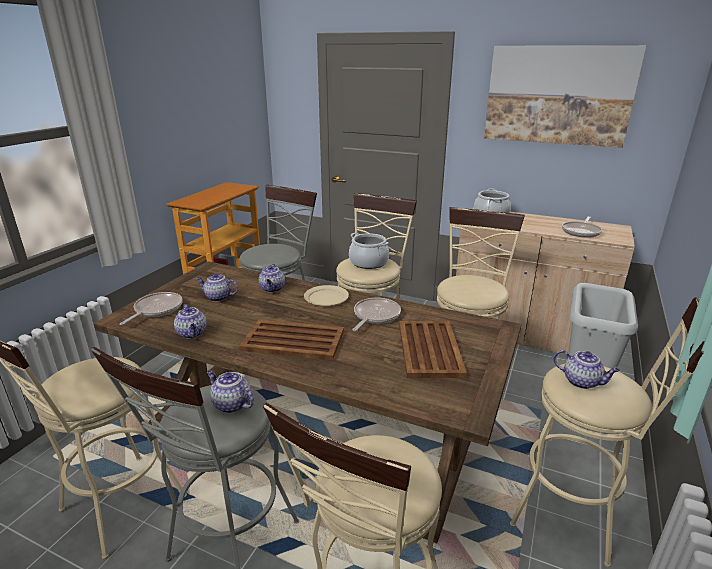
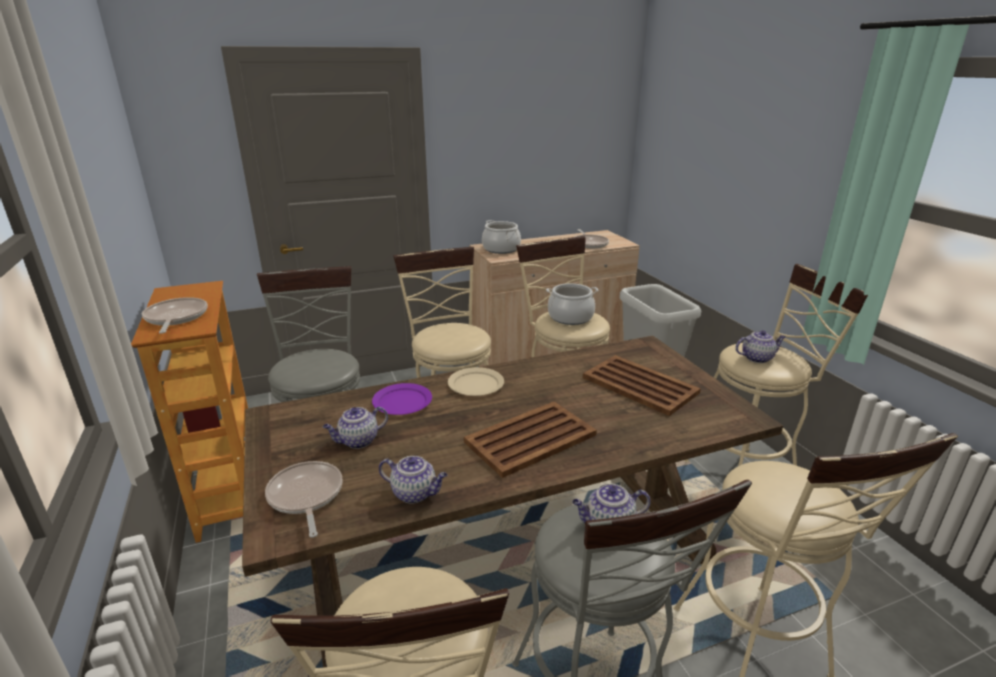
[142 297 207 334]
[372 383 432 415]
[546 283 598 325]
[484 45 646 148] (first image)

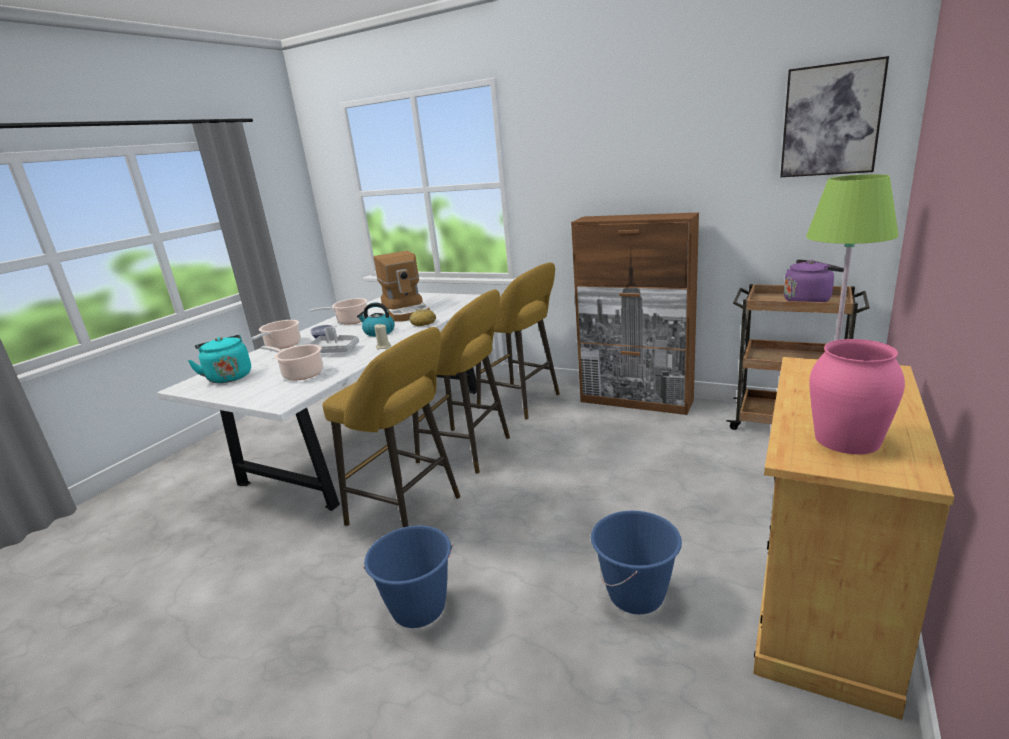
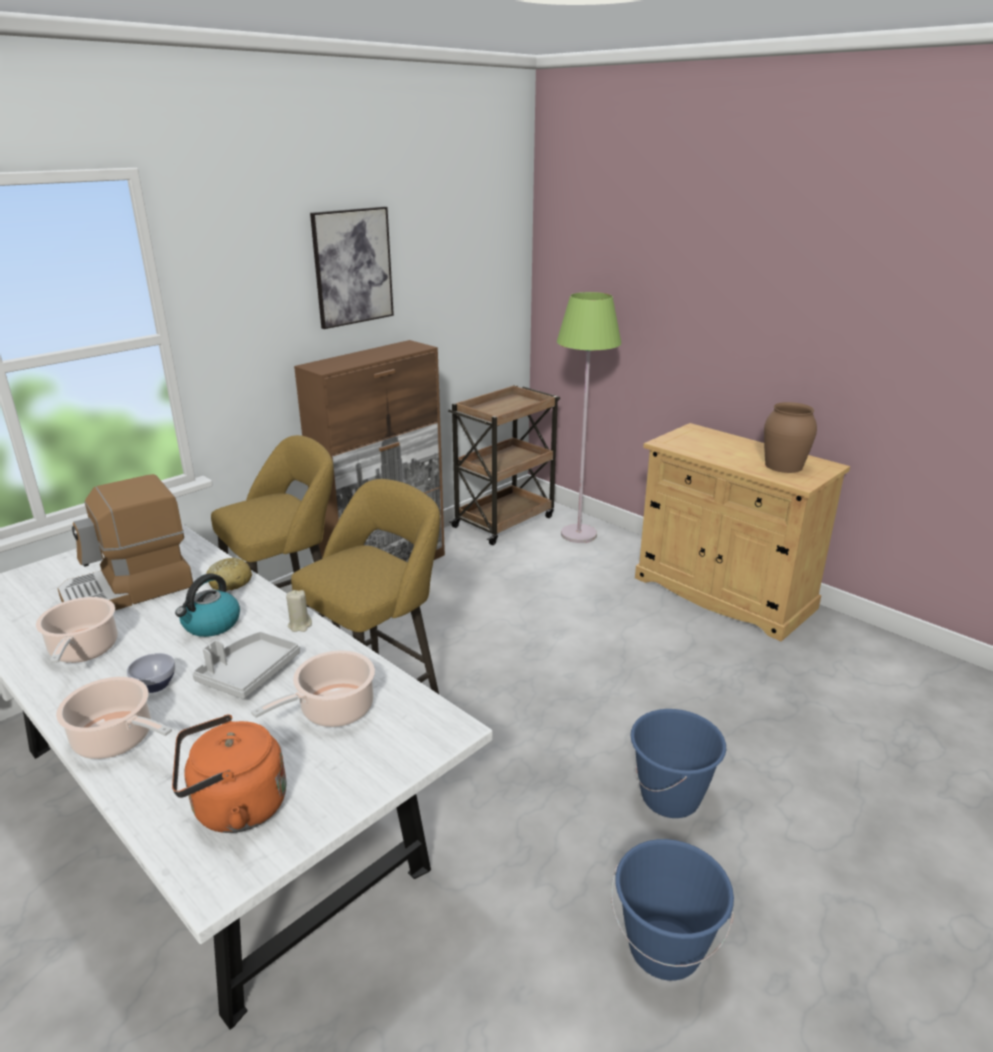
[58 474 193 610]
[172 714 286 833]
[310 207 394 329]
[611 839 734 981]
[764 402 817 473]
[323 327 460 527] (first image)
[784 259 844 302] (first image)

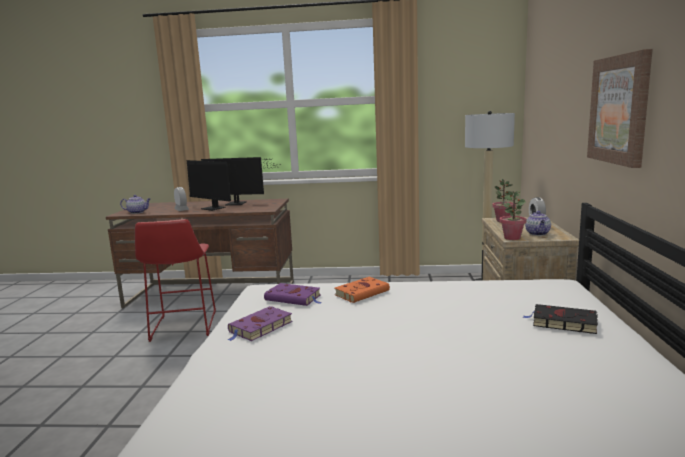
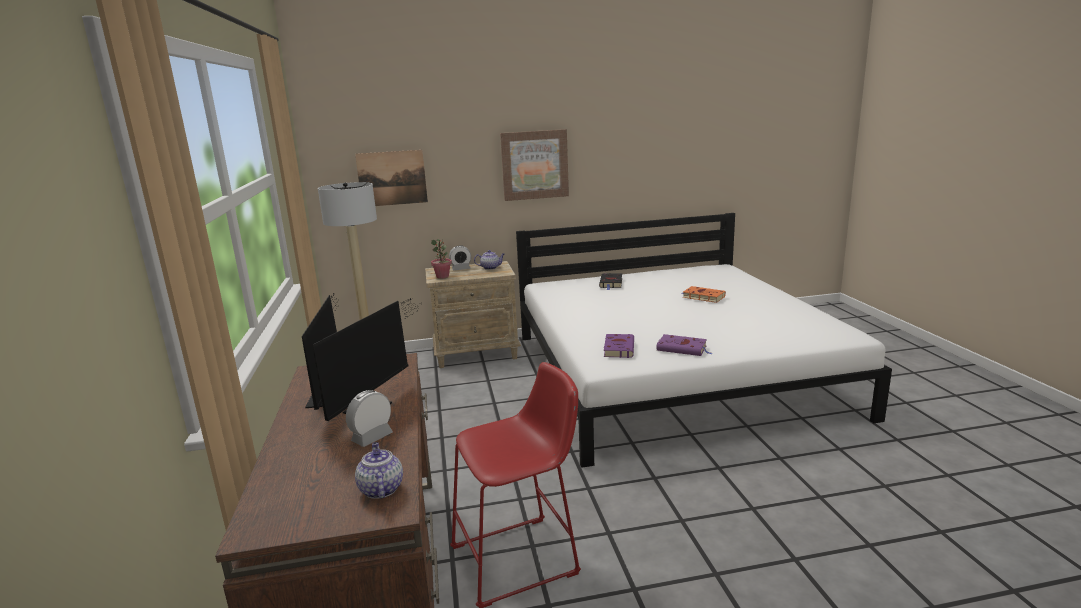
[355 150 428 206]
[681 286 726 303]
[500 191 526 240] (first image)

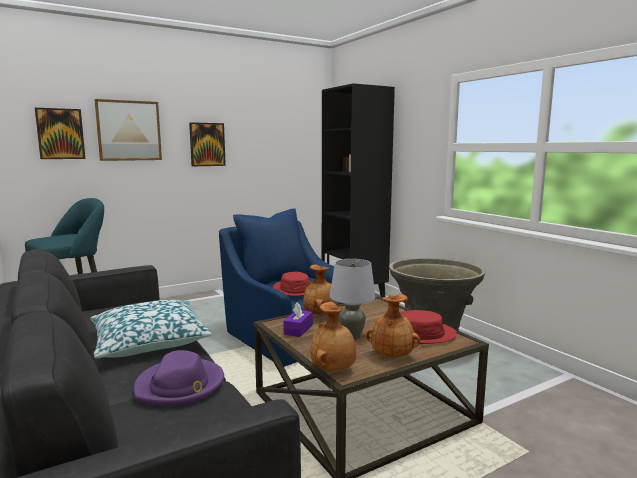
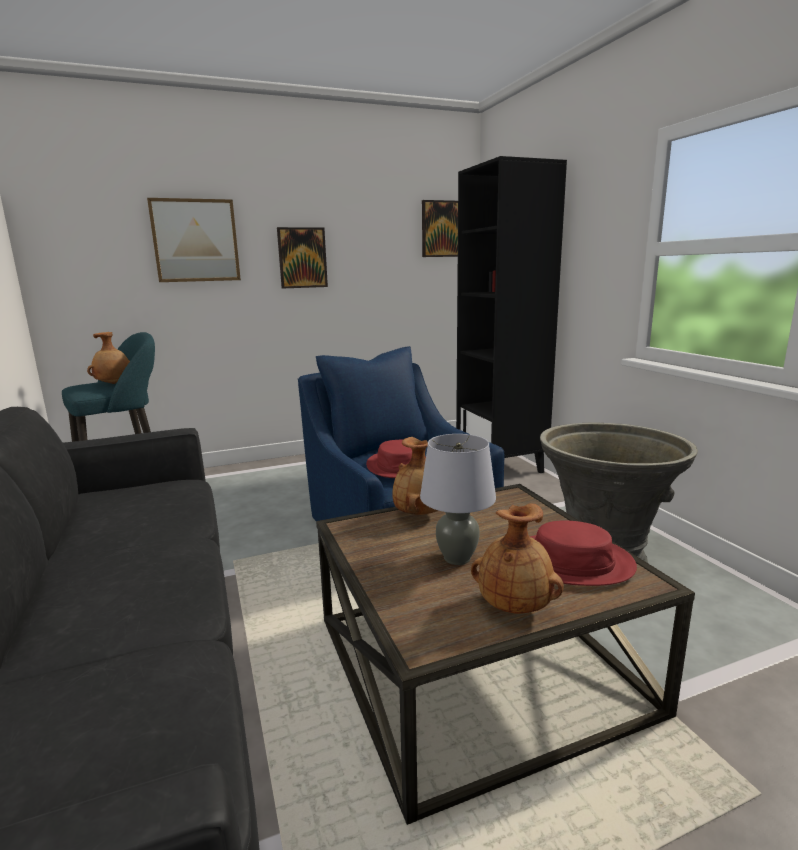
[87 332 130 384]
[422 200 458 257]
[91 300 212 358] (first image)
[134 350 224 407] (first image)
[283 302 313 337] (first image)

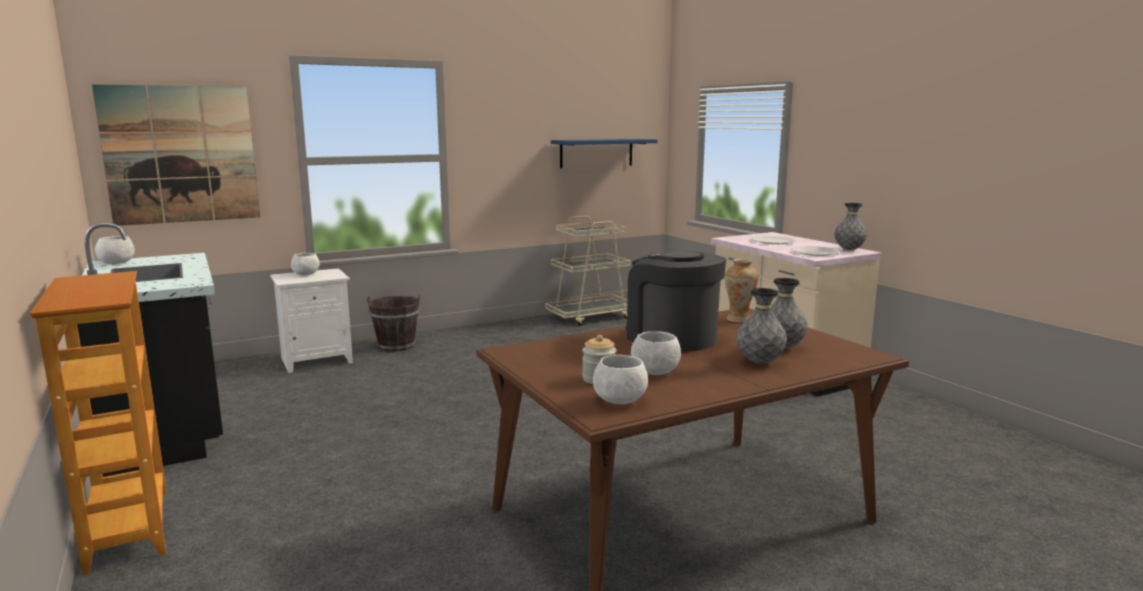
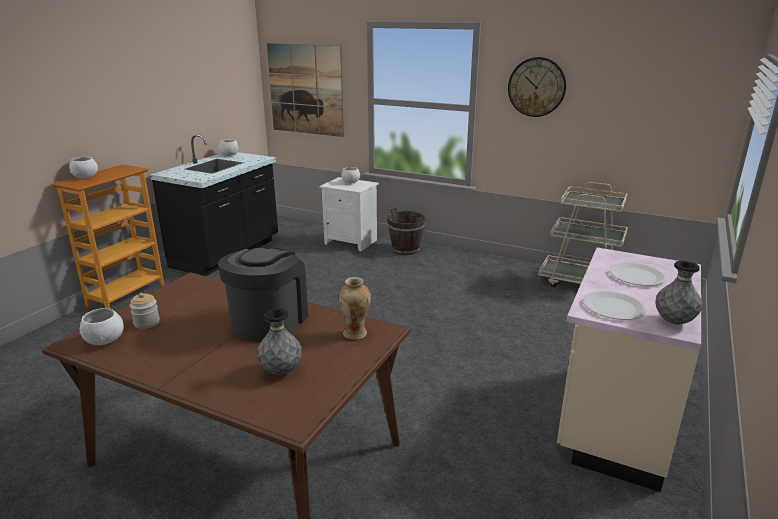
[69 157 98 179]
[508 57 566 117]
[551 139 658 168] (first image)
[736 288 787 364] (first image)

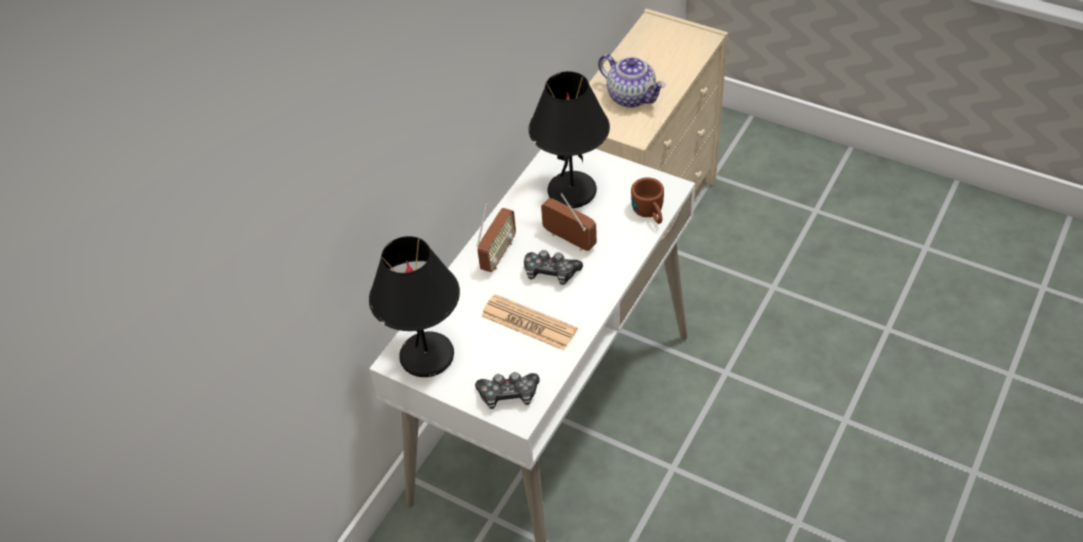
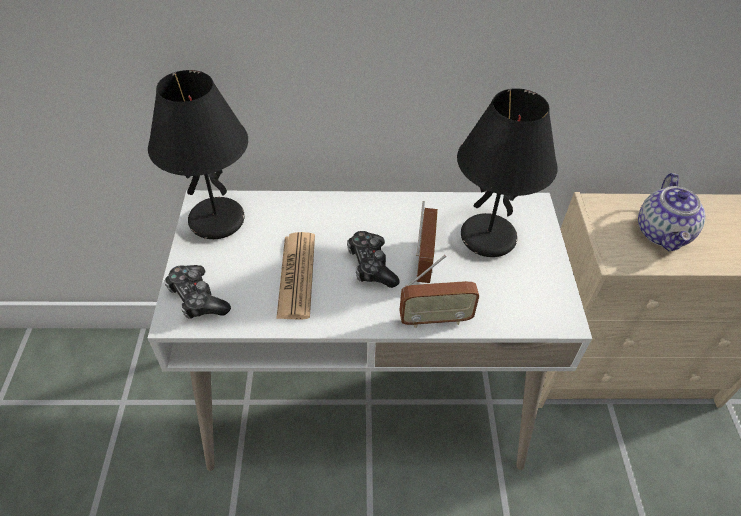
[399 254 479 328]
[631 177 664 224] (first image)

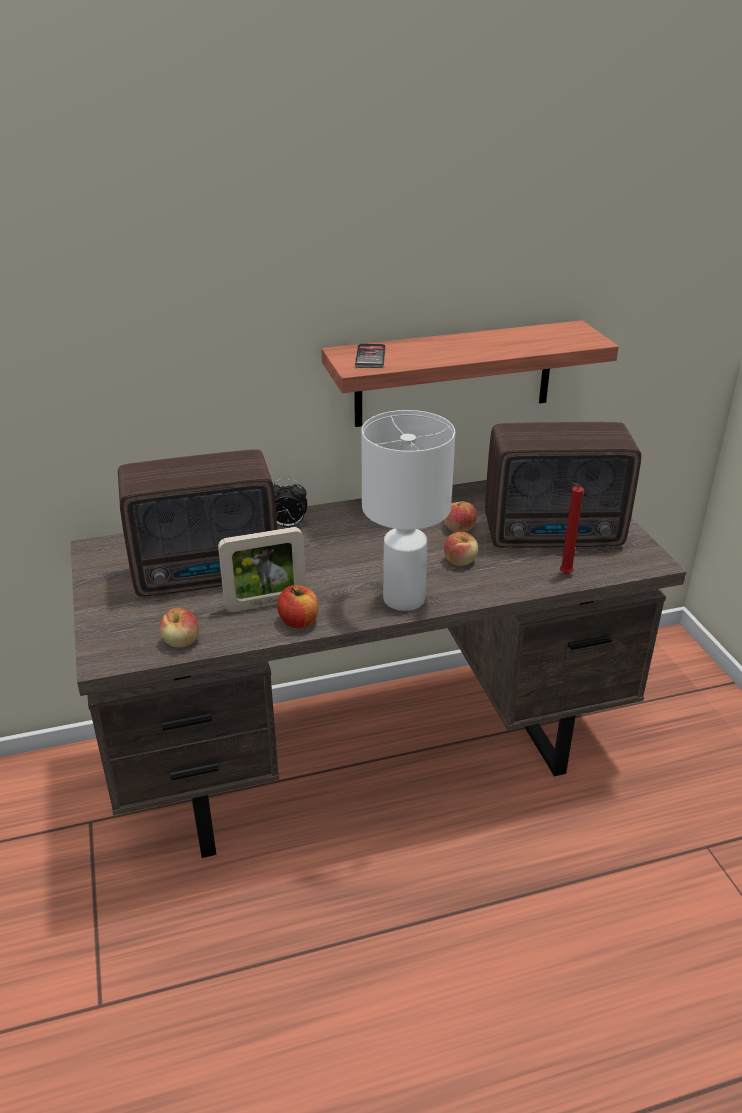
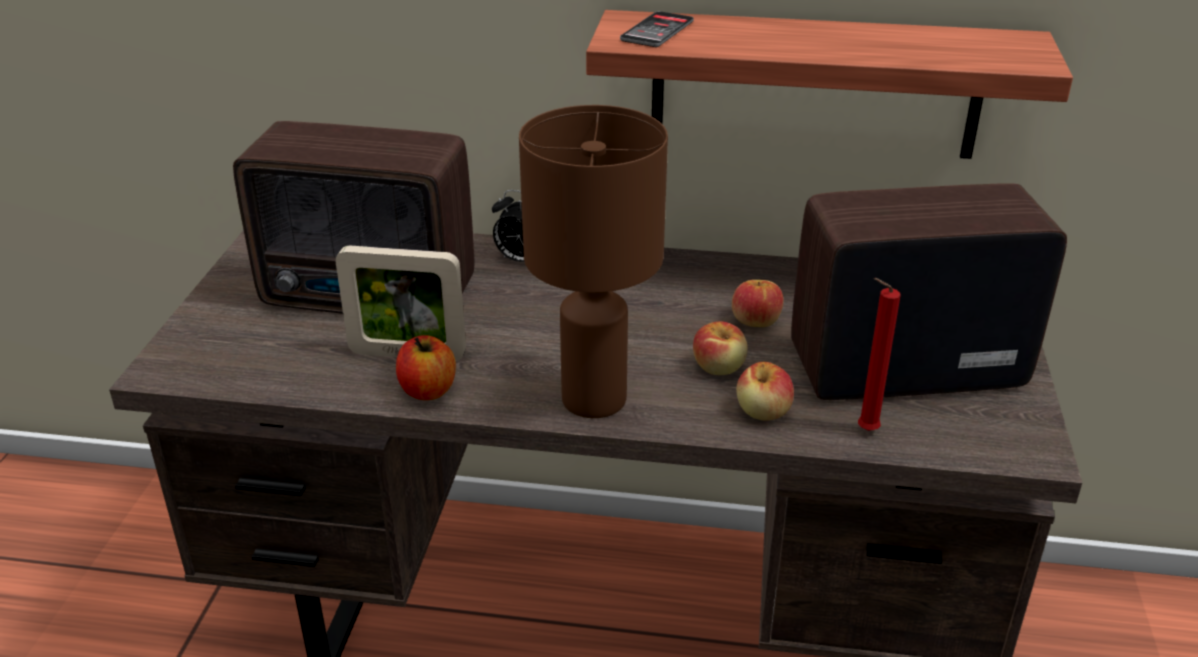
[519 105 668 418]
[736 362 794 421]
[791 183 1067 400]

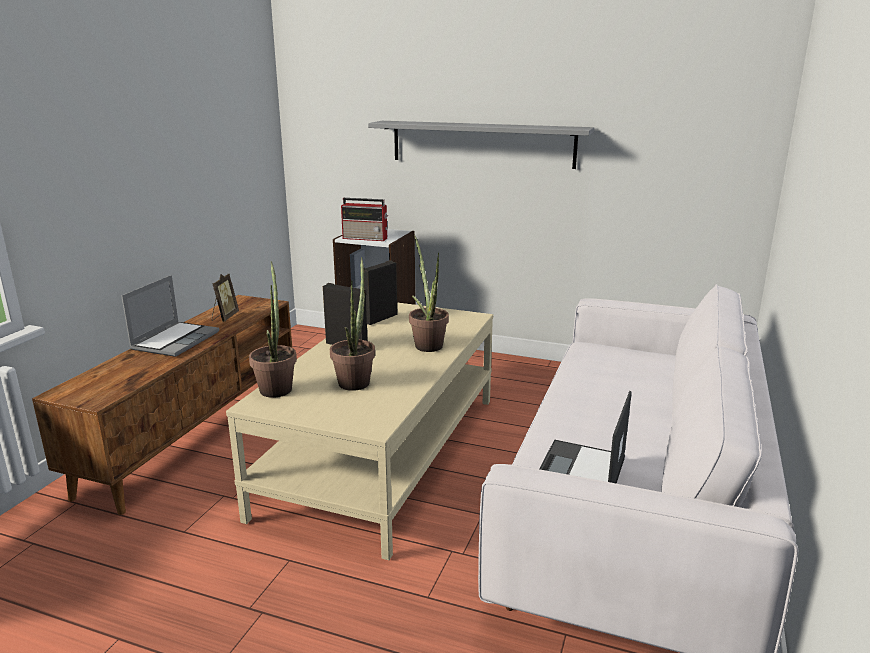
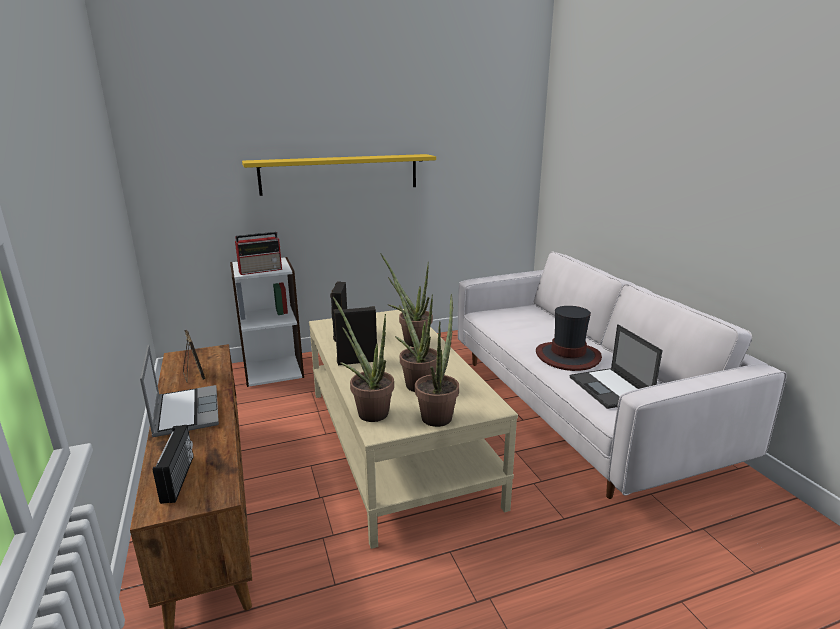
[153 425 193 504]
[242 154 436 196]
[415 294 459 427]
[536 306 602 371]

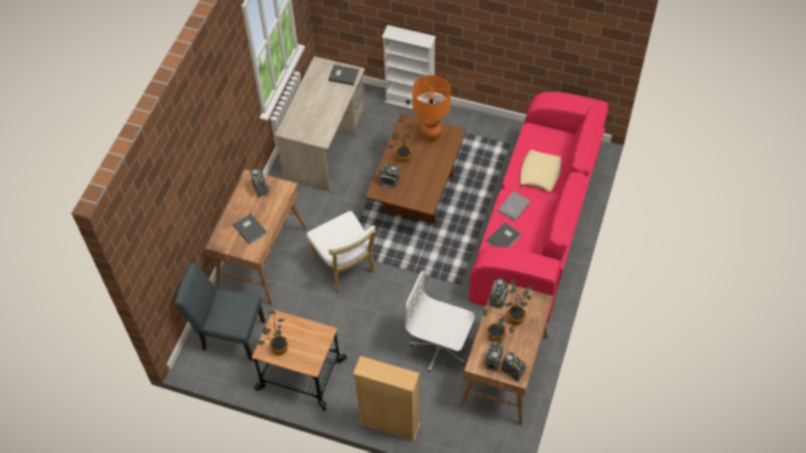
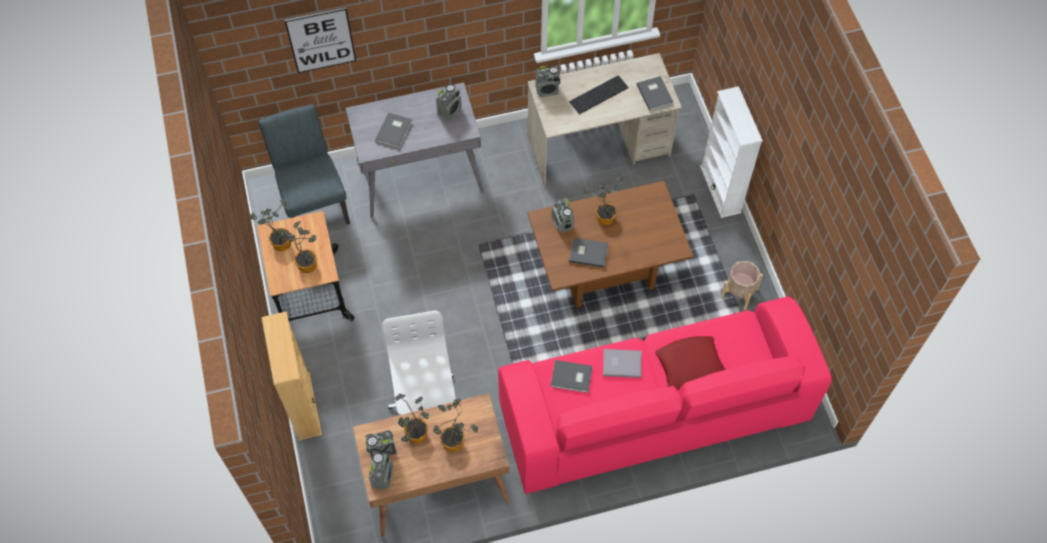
[278 221 317 273]
[284 8 356 73]
[346 83 484 218]
[535 66 560 97]
[569 238 609 268]
[570 75 628 114]
[655 336 725 390]
[721 261 763 310]
[307 211 376 292] (first image)
[412 75 451 141] (first image)

